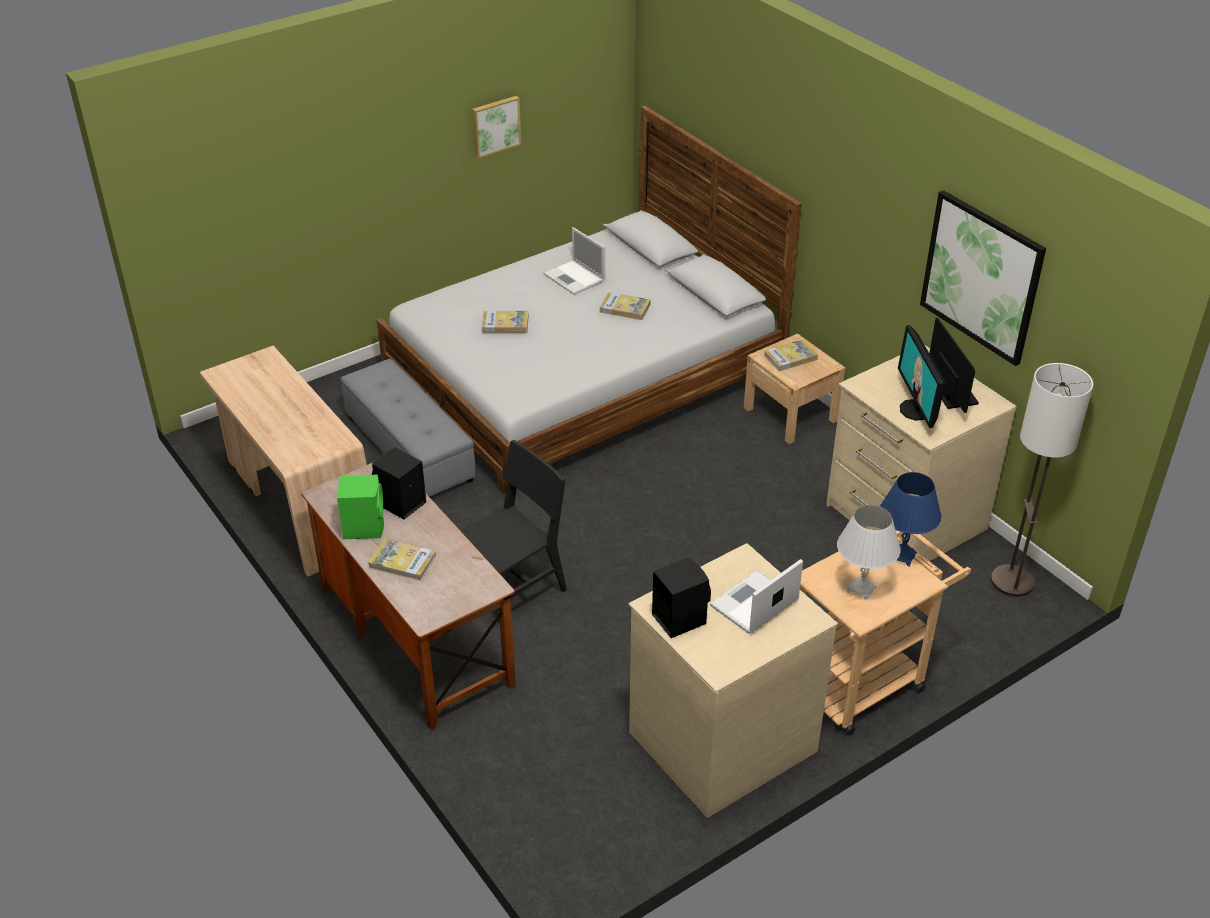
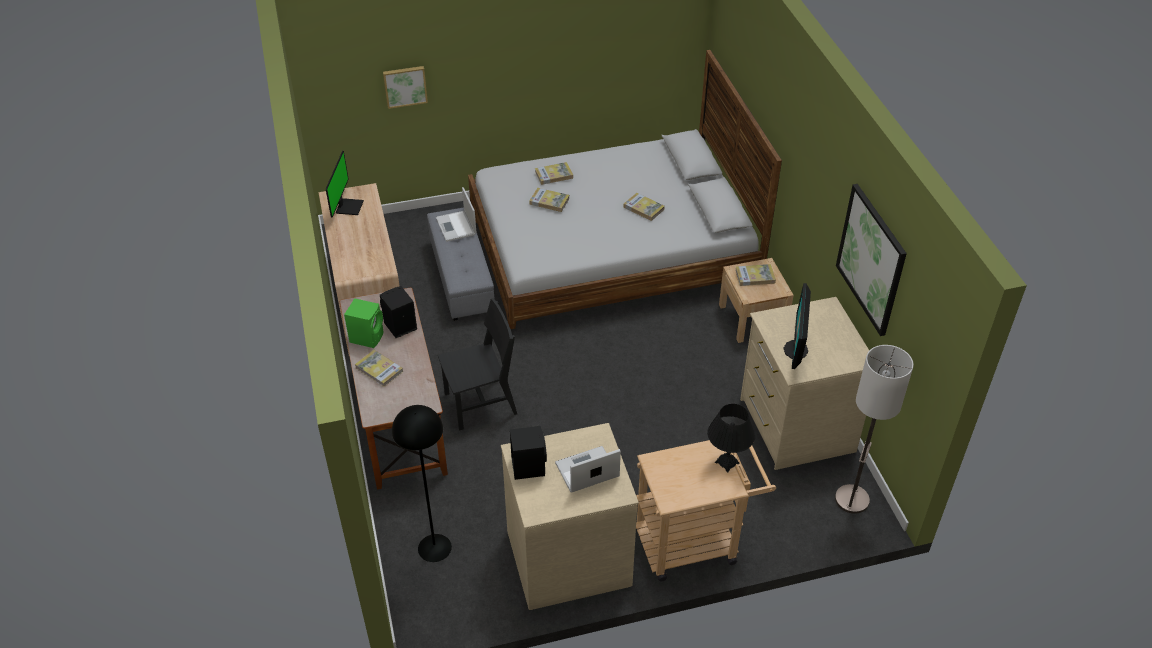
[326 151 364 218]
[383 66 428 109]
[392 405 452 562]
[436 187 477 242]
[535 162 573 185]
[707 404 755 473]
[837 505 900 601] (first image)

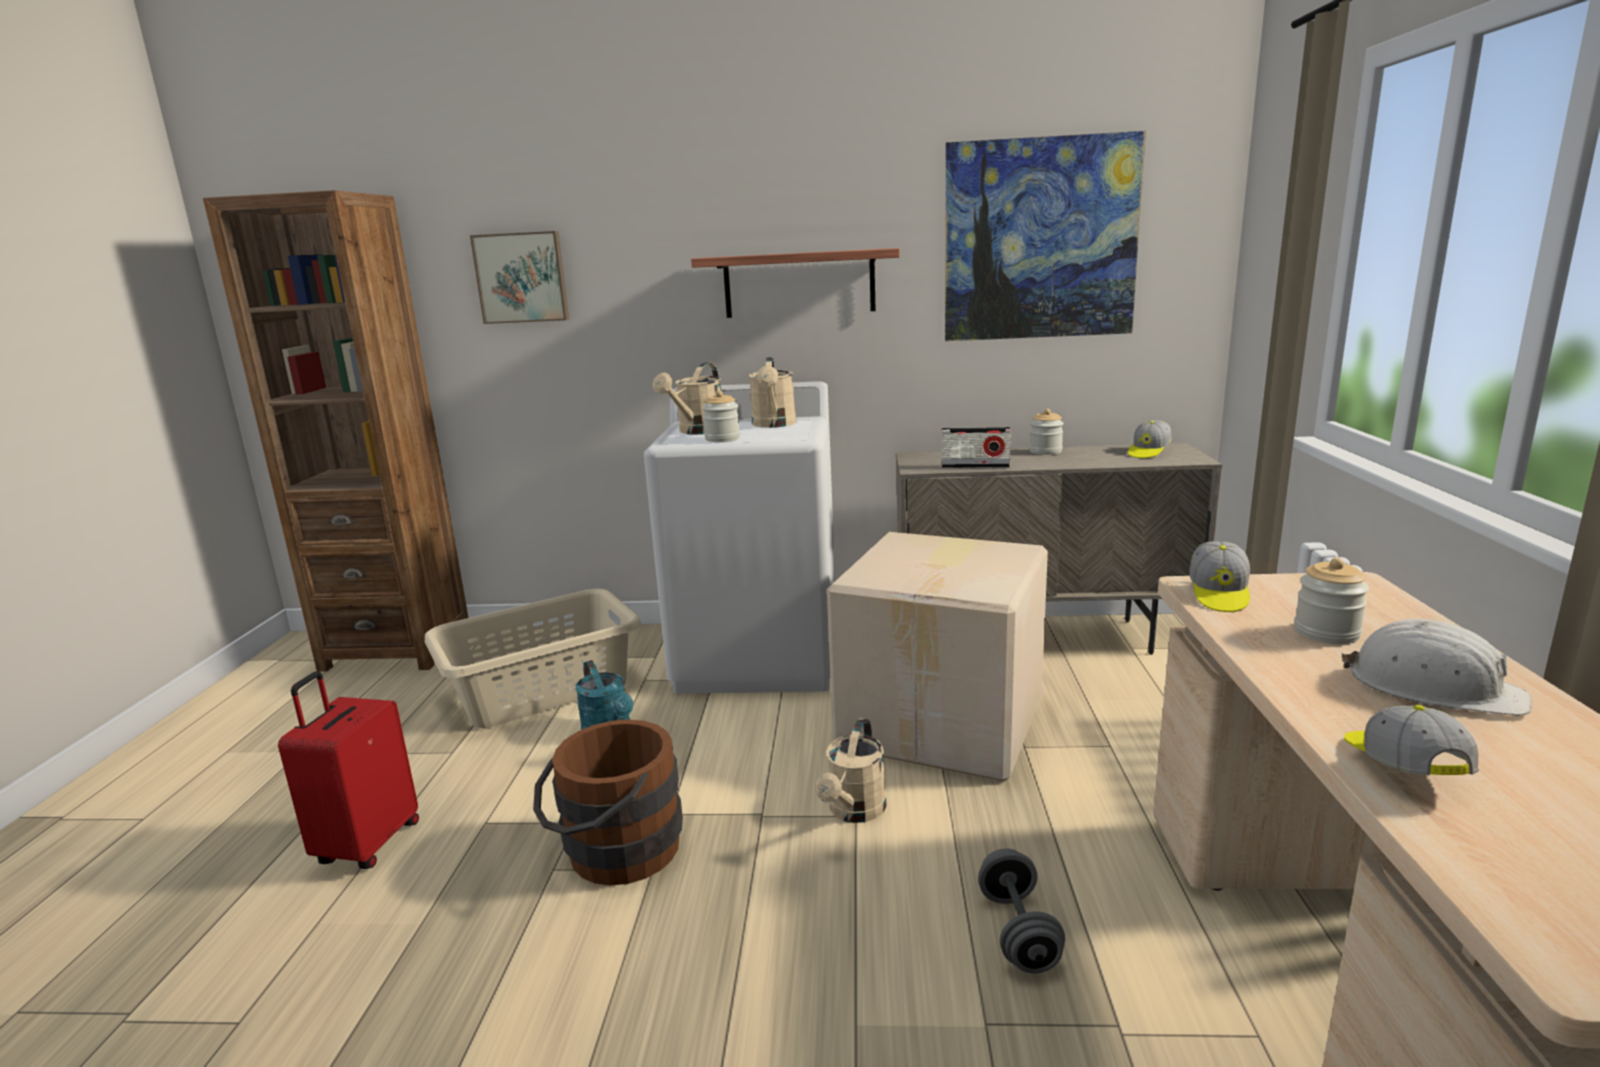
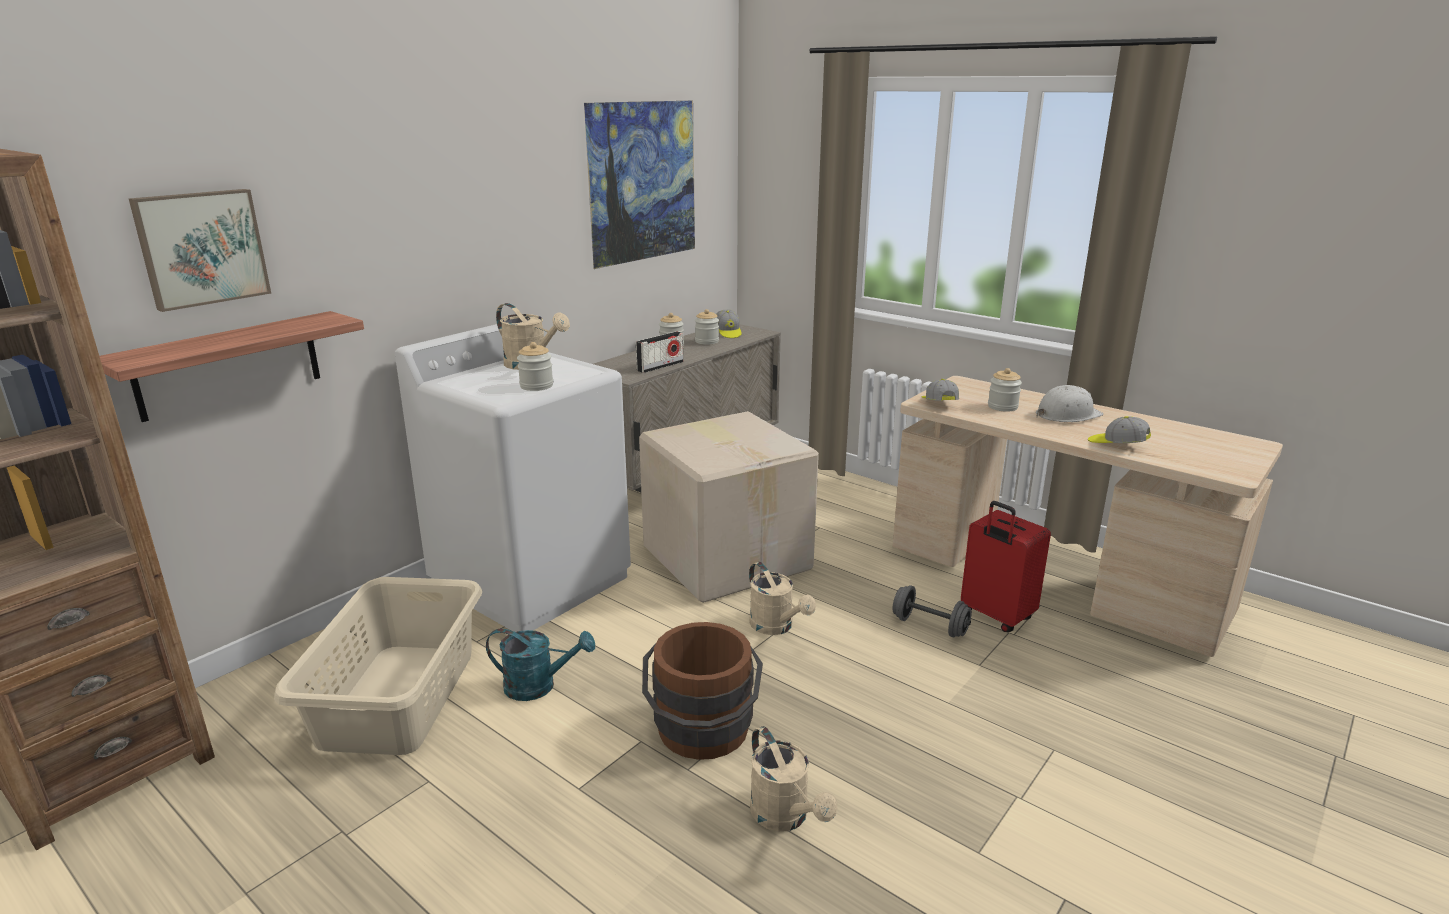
[100 311 364 422]
[695 309 719 345]
[750 726 837 832]
[922 379 959 400]
[961 501 1051 632]

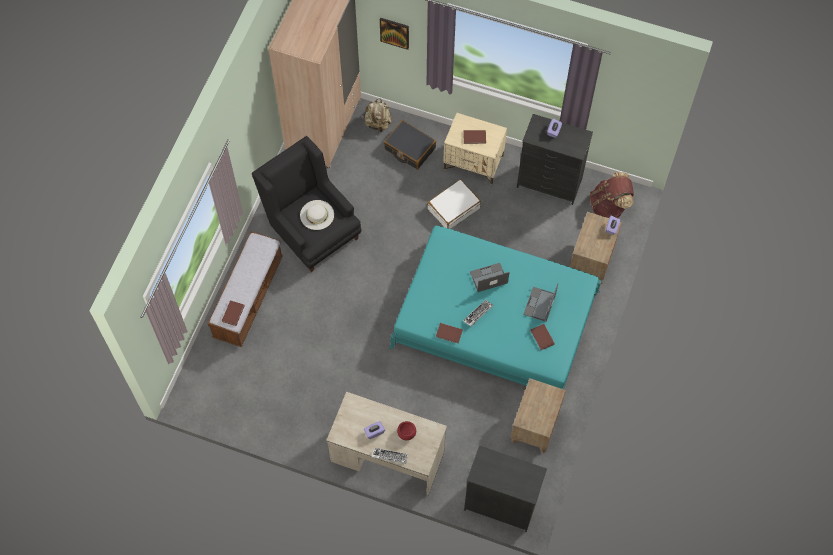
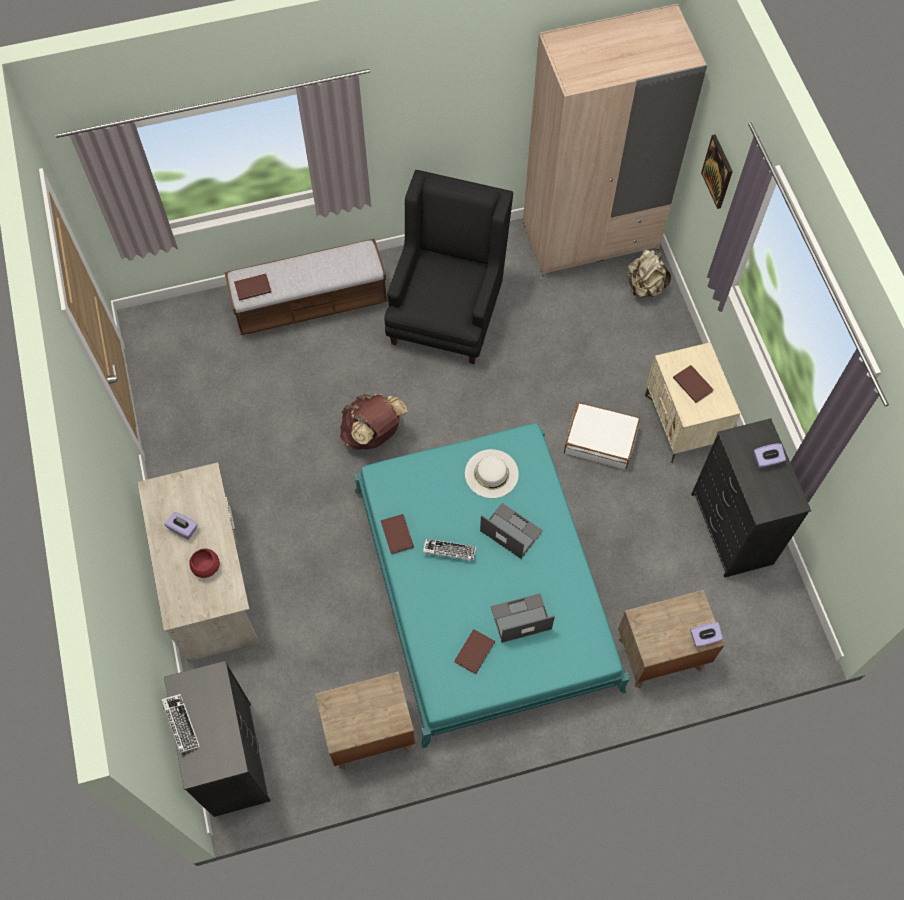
[161 694 200 753]
[340 394 408 450]
[465 449 519 498]
[384 120 436 170] (first image)

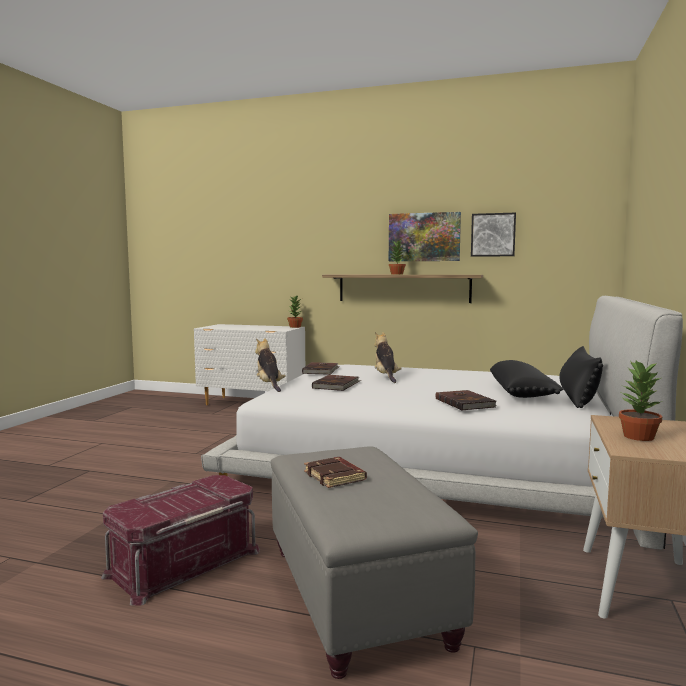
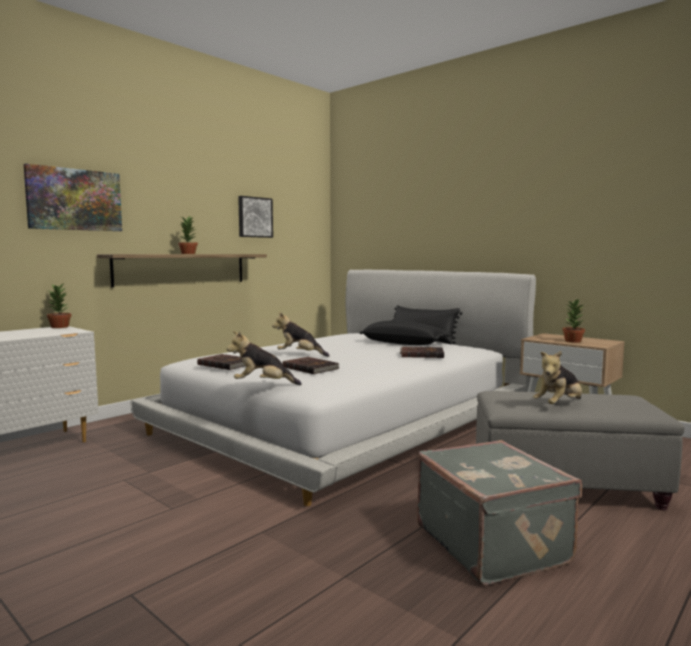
[23 163 122 231]
[417 440 582 585]
[533 351 582 404]

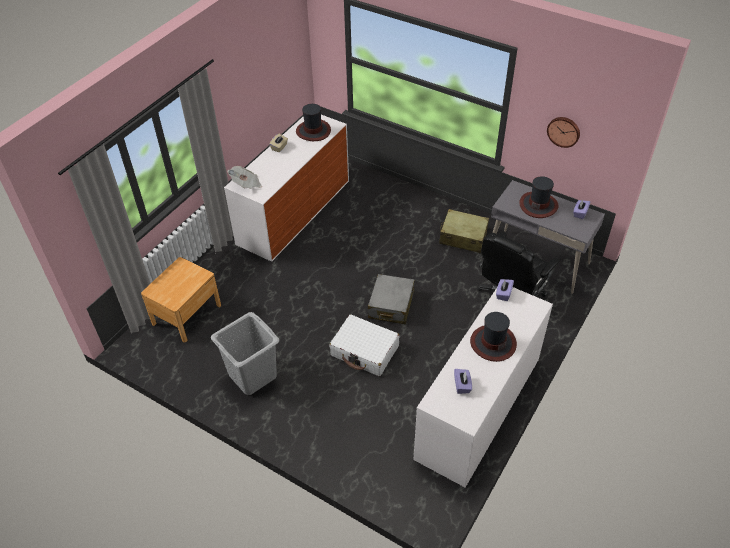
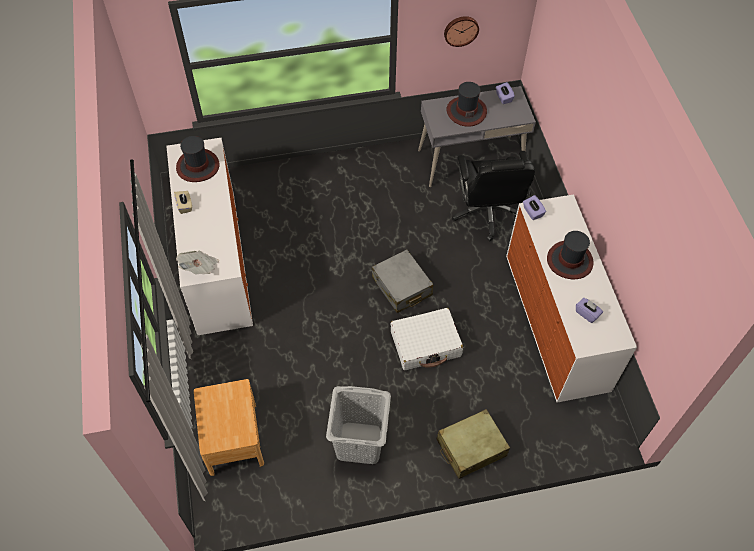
[437 409 510 479]

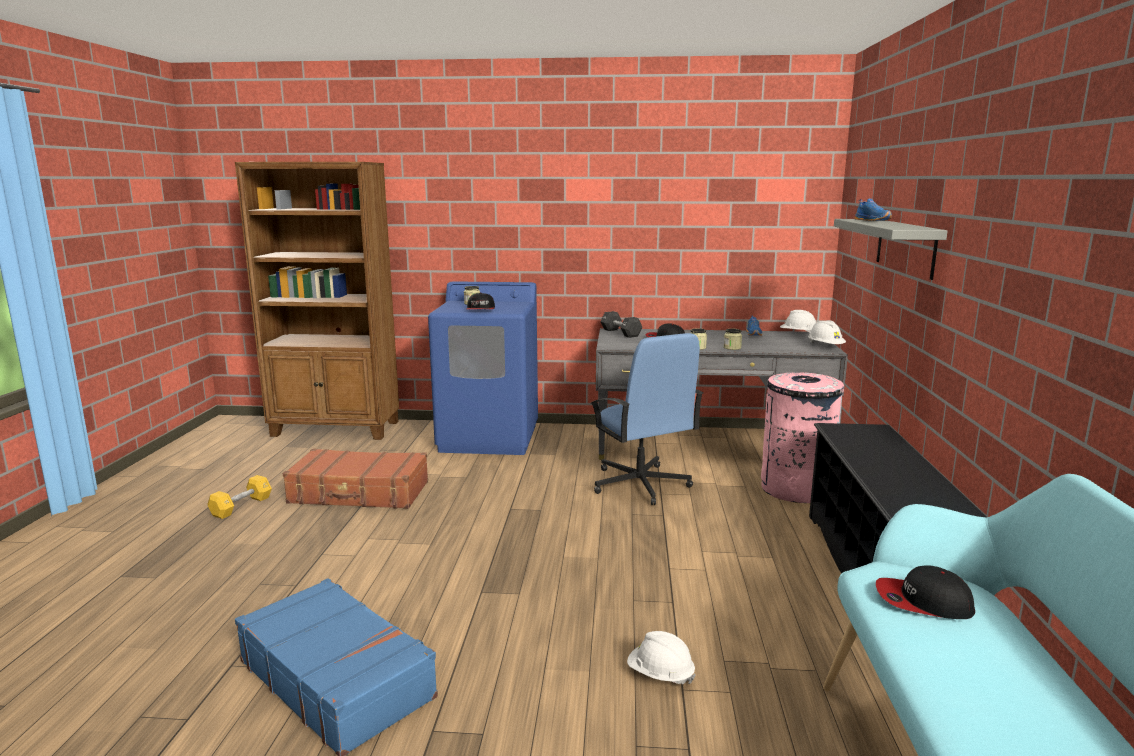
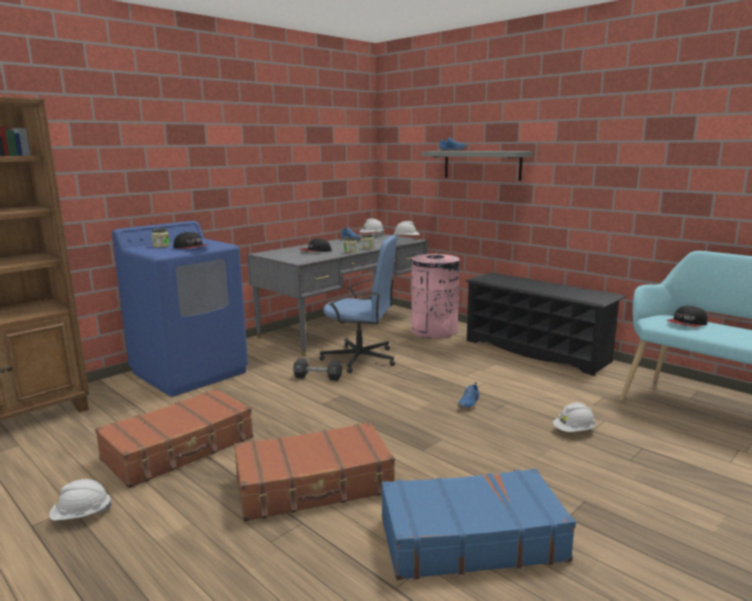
[49 479 112 521]
[234 422 395 522]
[293 358 342 381]
[458 382 480 409]

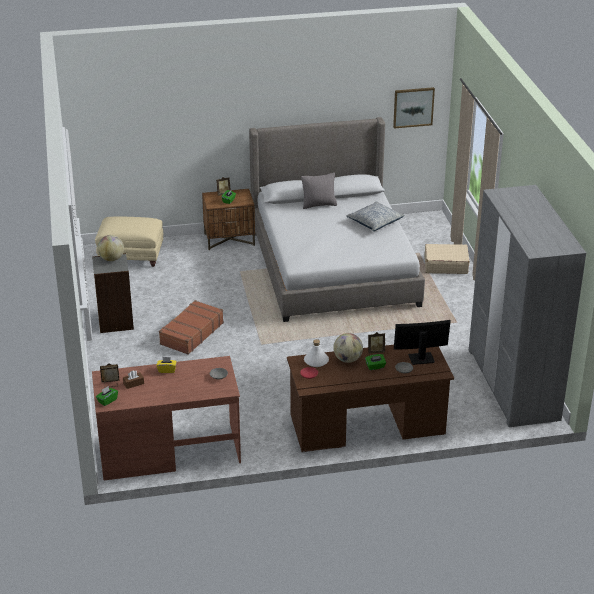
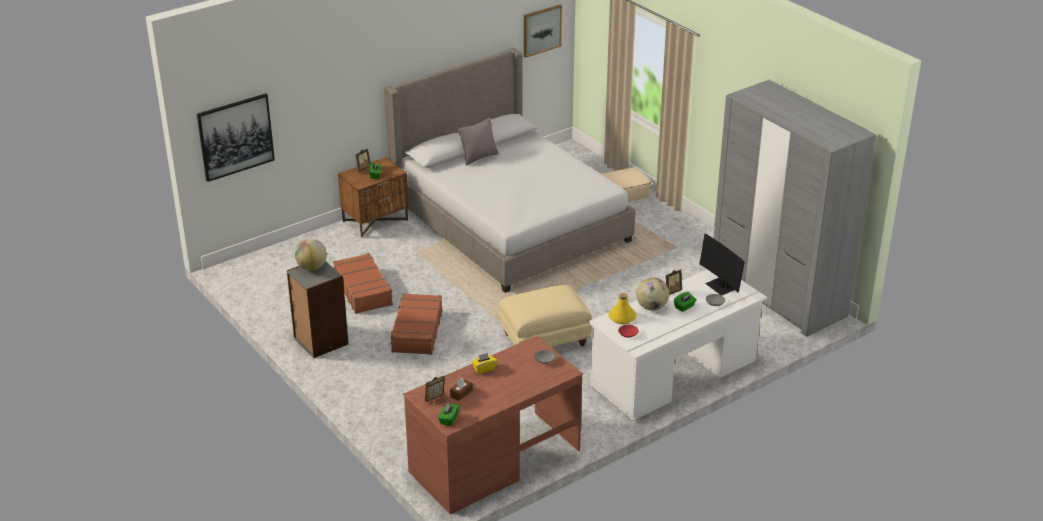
[197 93 275 182]
[333 253 393 314]
[499 285 592 347]
[588 270 767 421]
[608 293 637 324]
[700 234 745 296]
[346 201 405 231] (first image)

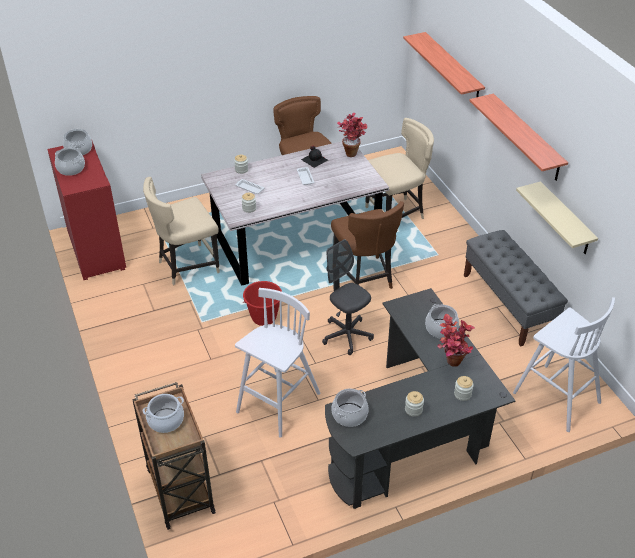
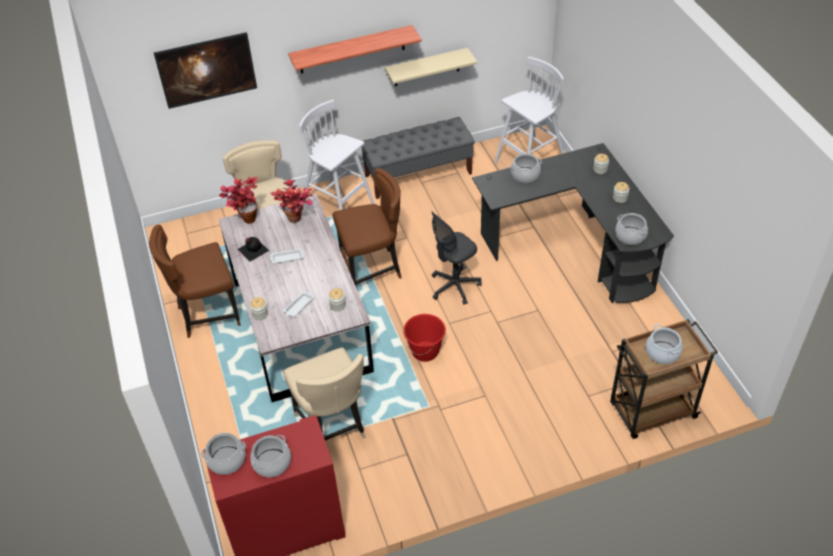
[154 32 257 109]
[270 179 313 223]
[299 100 374 210]

